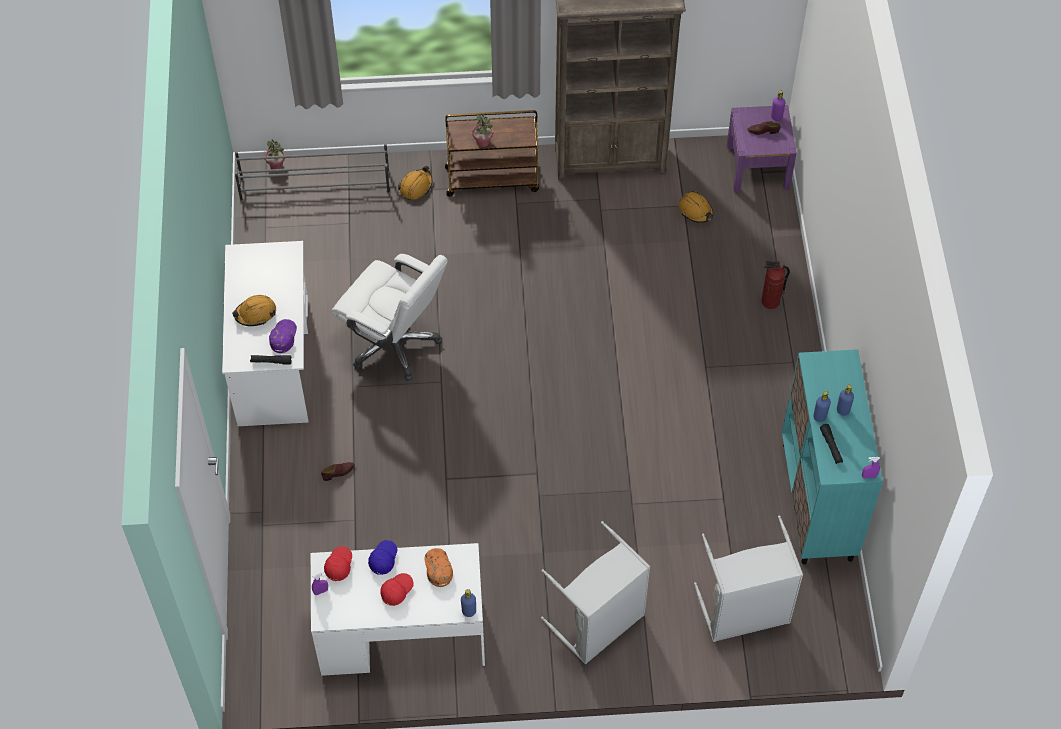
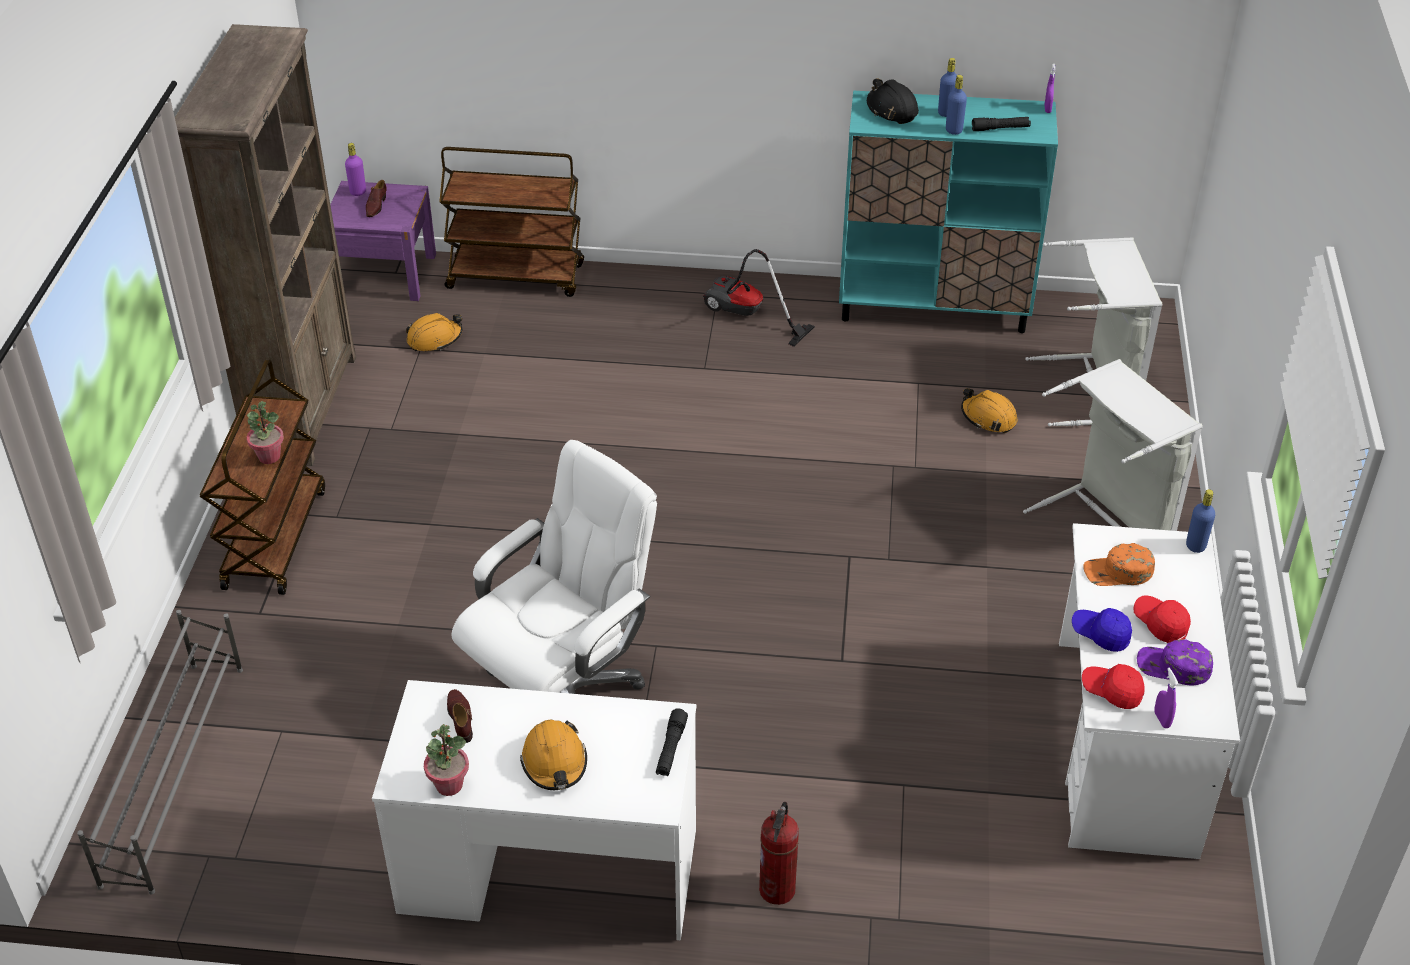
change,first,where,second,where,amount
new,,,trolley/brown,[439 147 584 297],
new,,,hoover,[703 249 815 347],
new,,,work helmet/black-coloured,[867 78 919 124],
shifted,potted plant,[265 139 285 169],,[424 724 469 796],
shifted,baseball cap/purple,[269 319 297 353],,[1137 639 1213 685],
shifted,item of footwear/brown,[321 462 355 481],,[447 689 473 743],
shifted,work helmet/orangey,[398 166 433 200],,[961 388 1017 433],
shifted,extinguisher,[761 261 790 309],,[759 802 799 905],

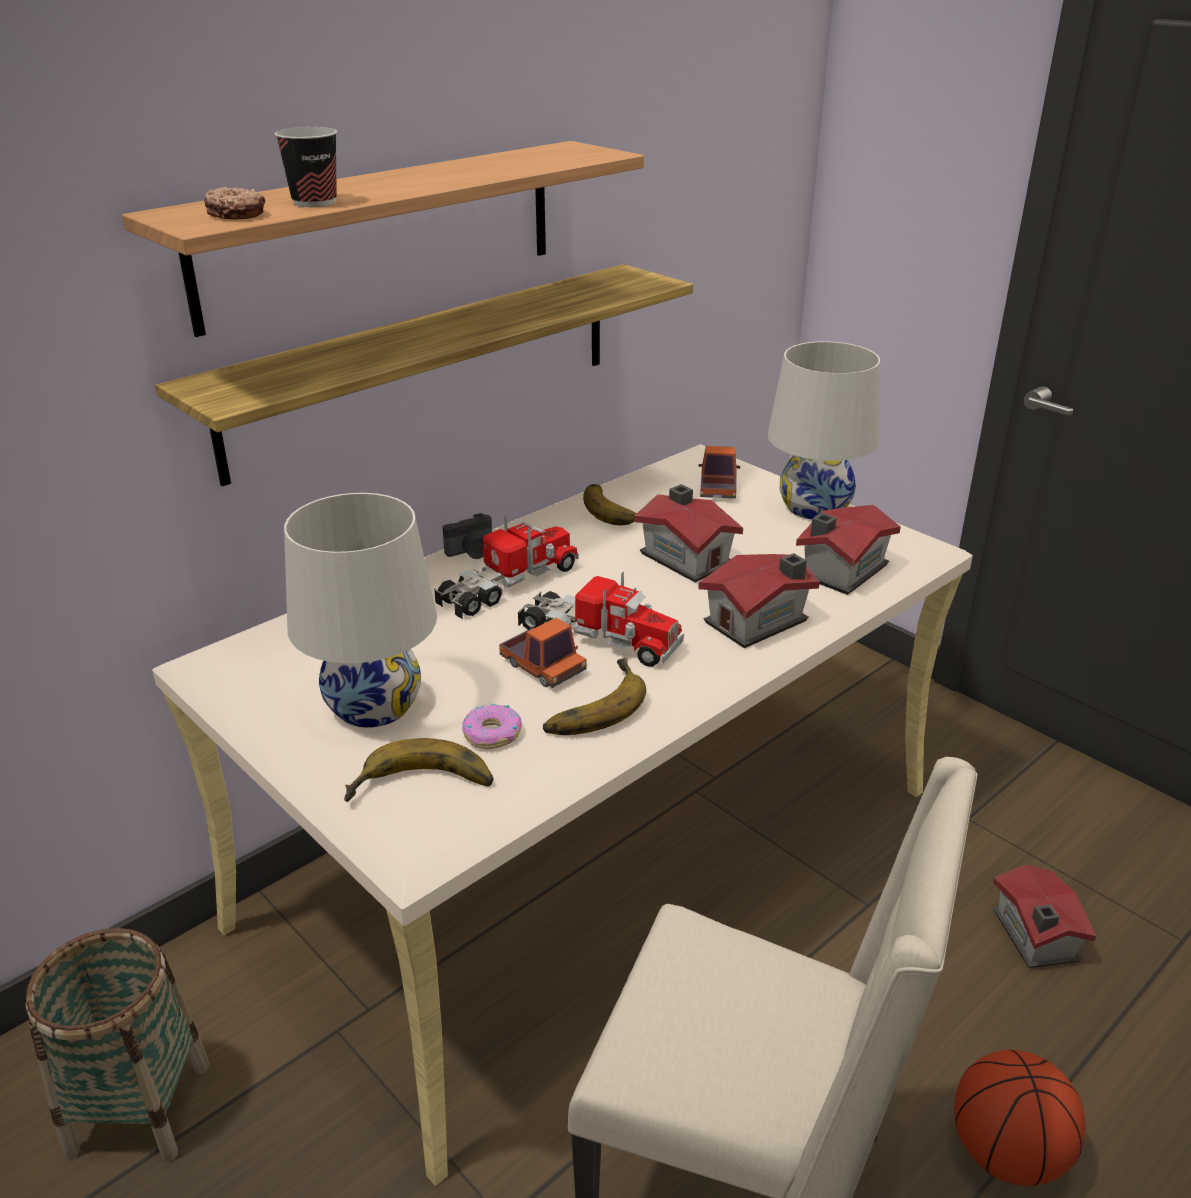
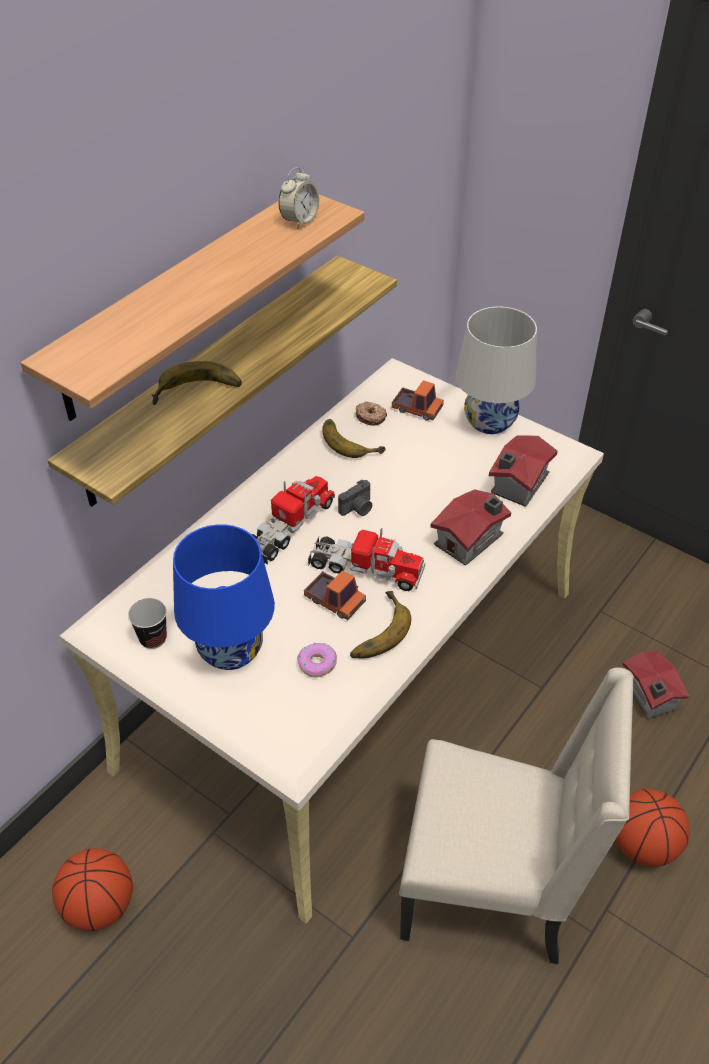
change,first,where,second,where,amount
gone,model house,[634 484 743 582],,,
new,,,alarm clock,[279 167 319 229],
shifted,ring doughnut,[204 187 265 219],,[356 402 387 426],
shifted,drinking cup,[275 127 337 207],,[128 598 167 649],
shifted,whole banana,[344 738 494 802],,[152 361 242 405],
shifted,photo camera,[442 513 492 559],,[338 480 372 516],
swapped,storage basket,[26 928 210 1162],basketball ball,[52 848 133 931],
repainted,table lamp/whitish,[284 493 437 728],table lamp/blue,[173 524 275 670],
rotated,model truck,[698 446 740 499],,[392 381 444 421],120 degrees clockwise

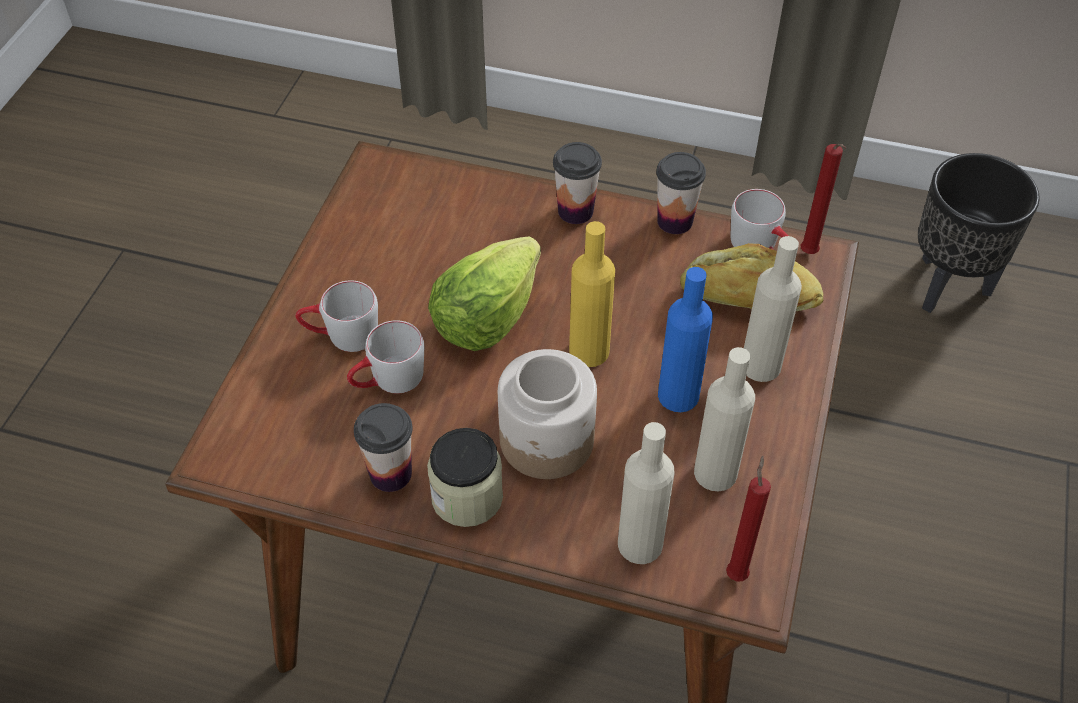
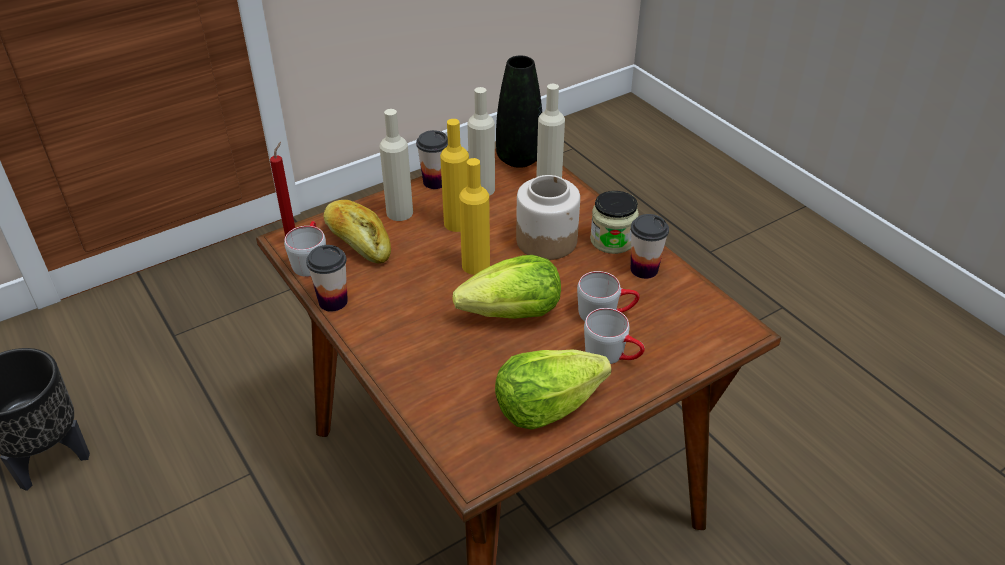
change,first,where,second,where,amount
new,,,lettuce,[495 350 611 430],
shifted,drinking cup,[553 142 602 224],,[416 130 448 189],
swapped,wax light/red-coloured,[726 455 771 582],vase/black-coloured,[496 55 542 168],
repainted,bottle/blue,[658 267 713 412],bottle/yellow-coloured,[440 119 469 232],

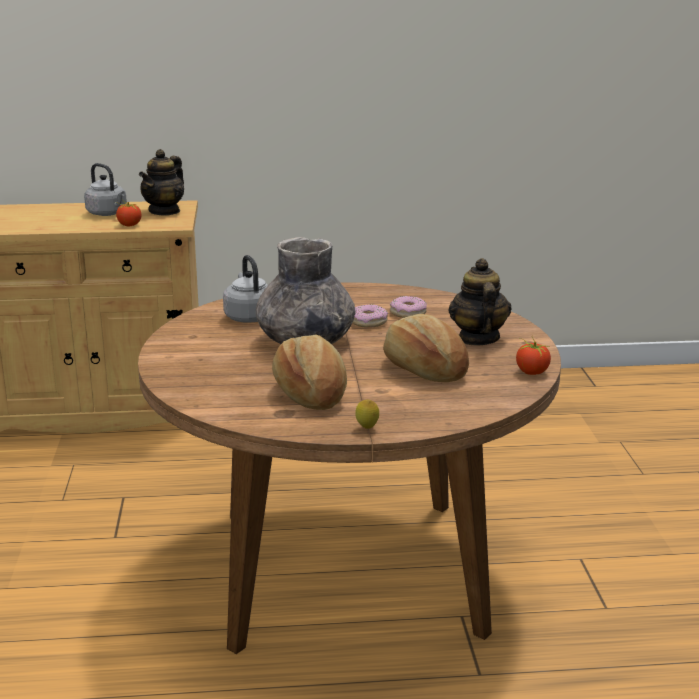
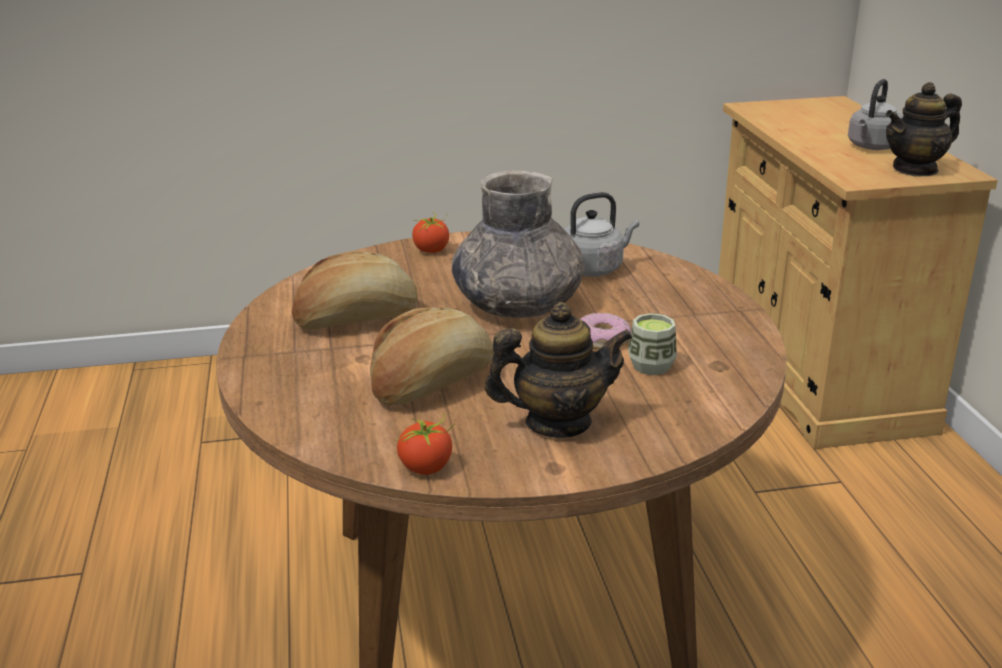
change,first,where,second,where,amount
gone,whole lemon,[355 400 379 429],,,
shifted,whole tomato,[115 202 141 226],,[412 212 449 253],
swapped,ring doughnut,[390 296 427 318],drinking cup,[628 313 677 375],
rotated,tea pot,[139 149 184 216],,[885 82 962 177],45 degrees counterclockwise

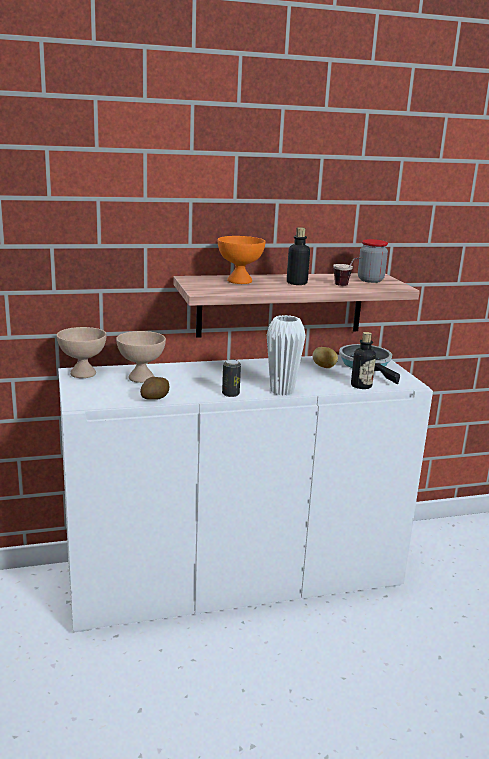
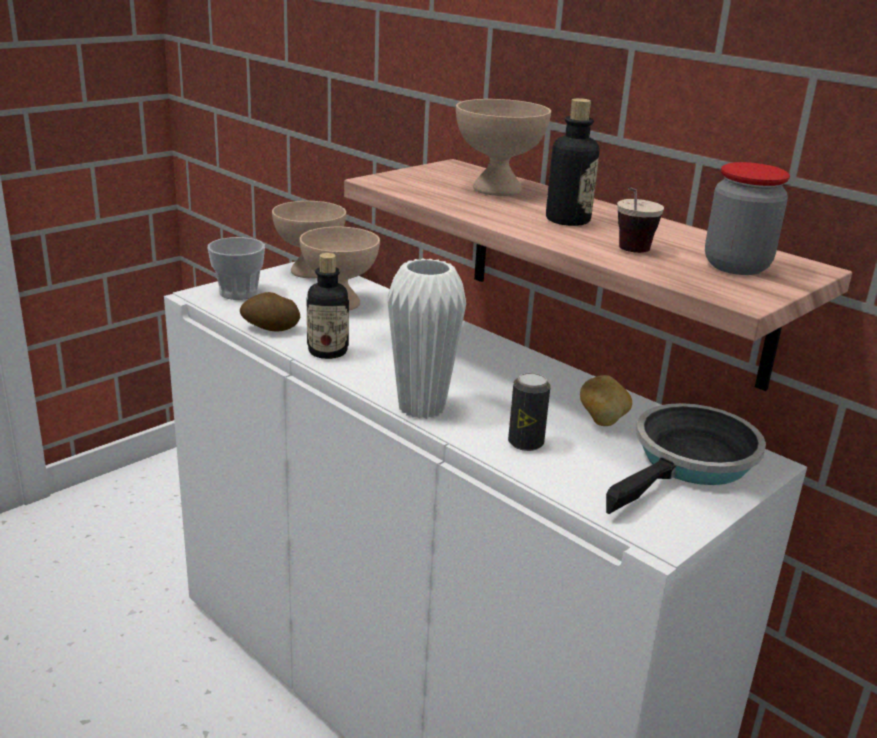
change,first,where,second,where,amount
new,,,drinking cup,[208 237 265 300],
shifted,sealed can,[222 359 241 397],,[508 373 551 451],
shifted,bottle,[351 332 376 389],,[307 253 349 359],
repainted,bowl/orangey,[218 236 266 284],bowl/sand-coloured,[456 99 551 196],

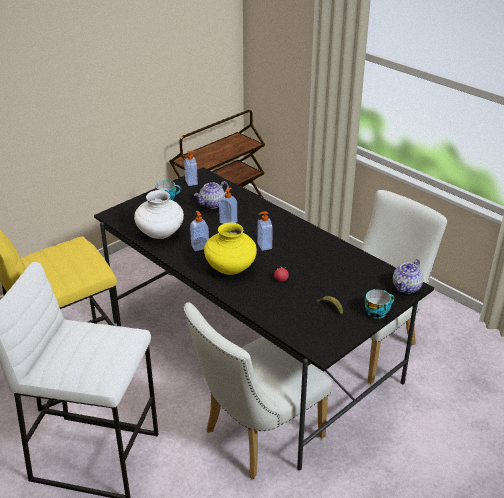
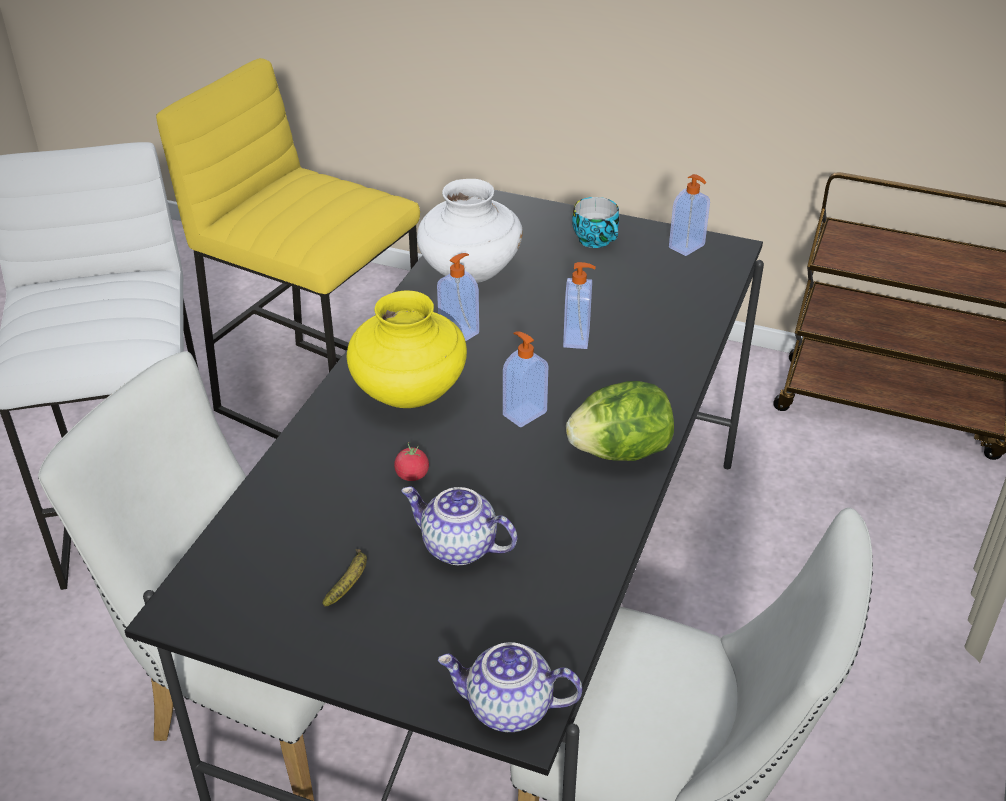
change,first,where,second,where,amount
gone,drinking cup,[364 289 394 319],,,
new,,,lettuce,[566 381 674 461],
shifted,tea pot,[194 181 229 208],,[401 487 517 565],

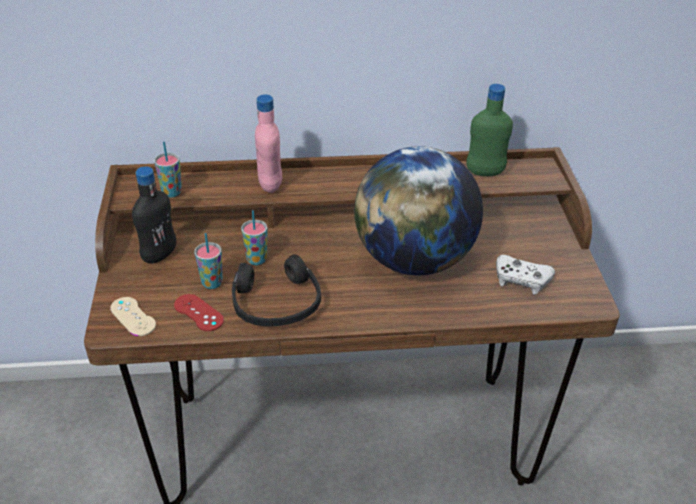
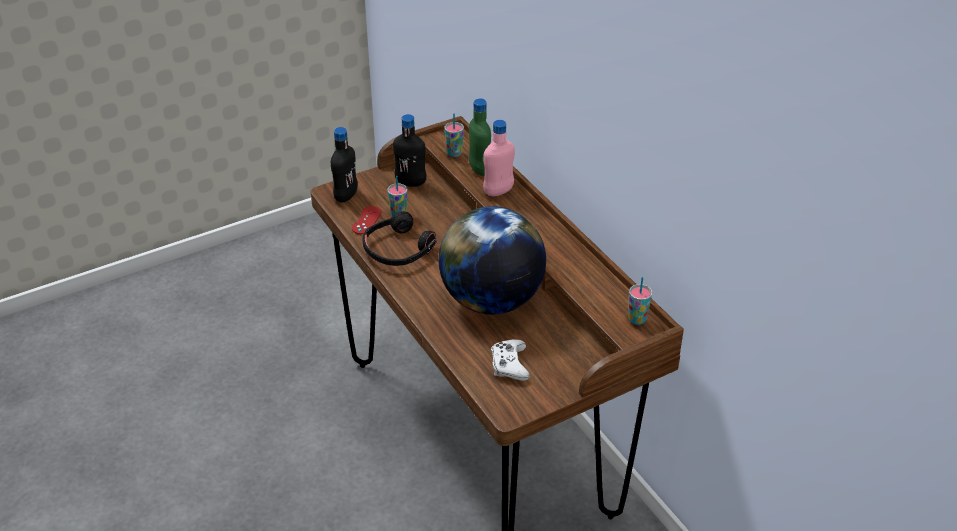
change,first,where,second,where,amount
shifted,drinking cup,[241 210 267 265],,[628 277 652 325],
shifted,bottle/green,[466 84 513 176],,[469 99 491 176],
swapped,joypad/sand-coloured,[110 297 156 336],bottle/black-coloured,[331 127 358 203],

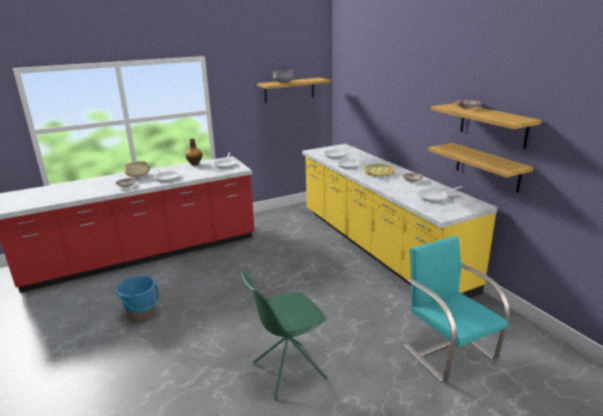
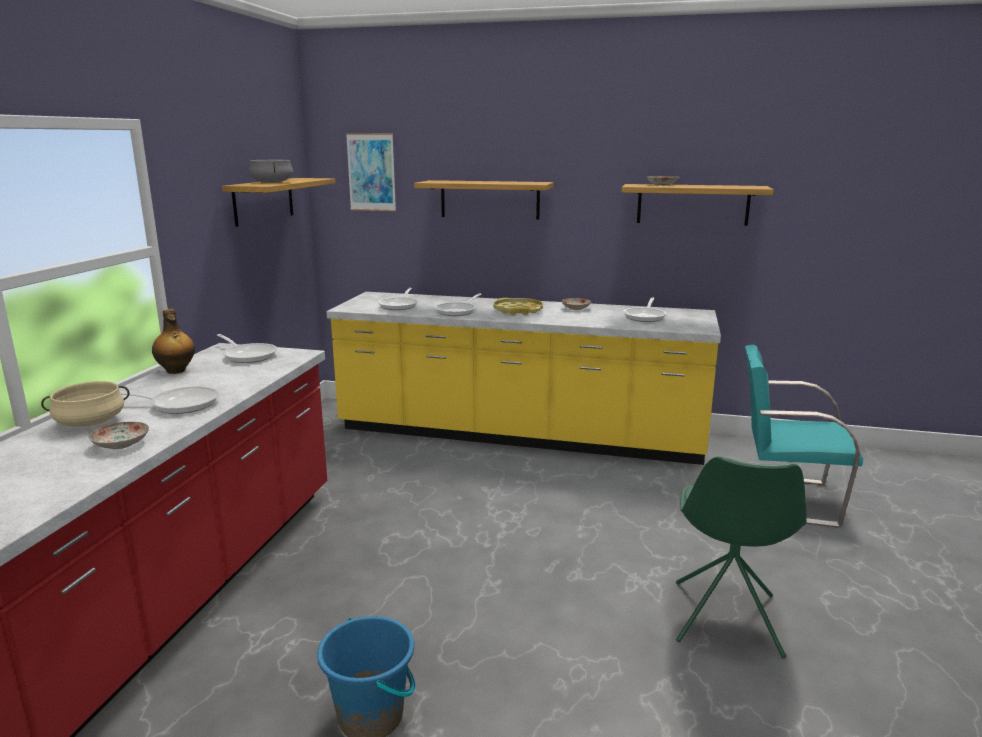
change,first,where,second,where,amount
new,,,wall picture,[346 133 396 211],
shifted,wall shelf,[428 143 534 193],,[414 180 554 220],

